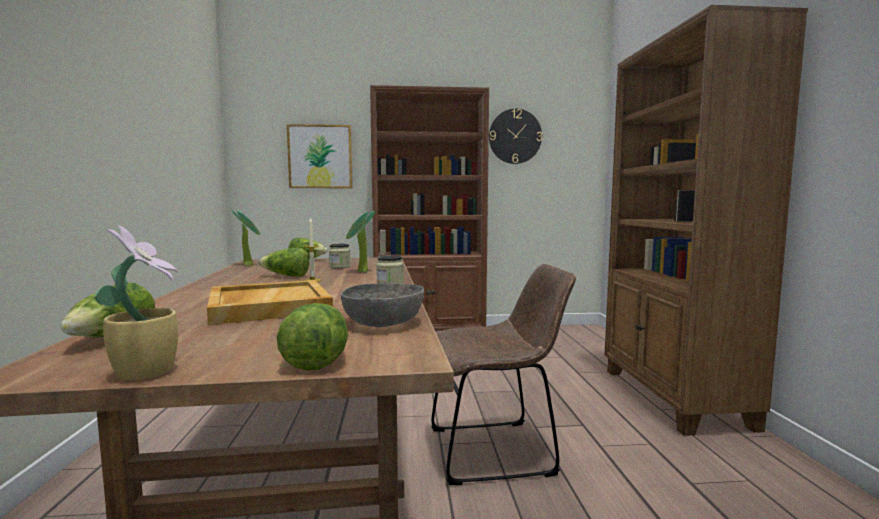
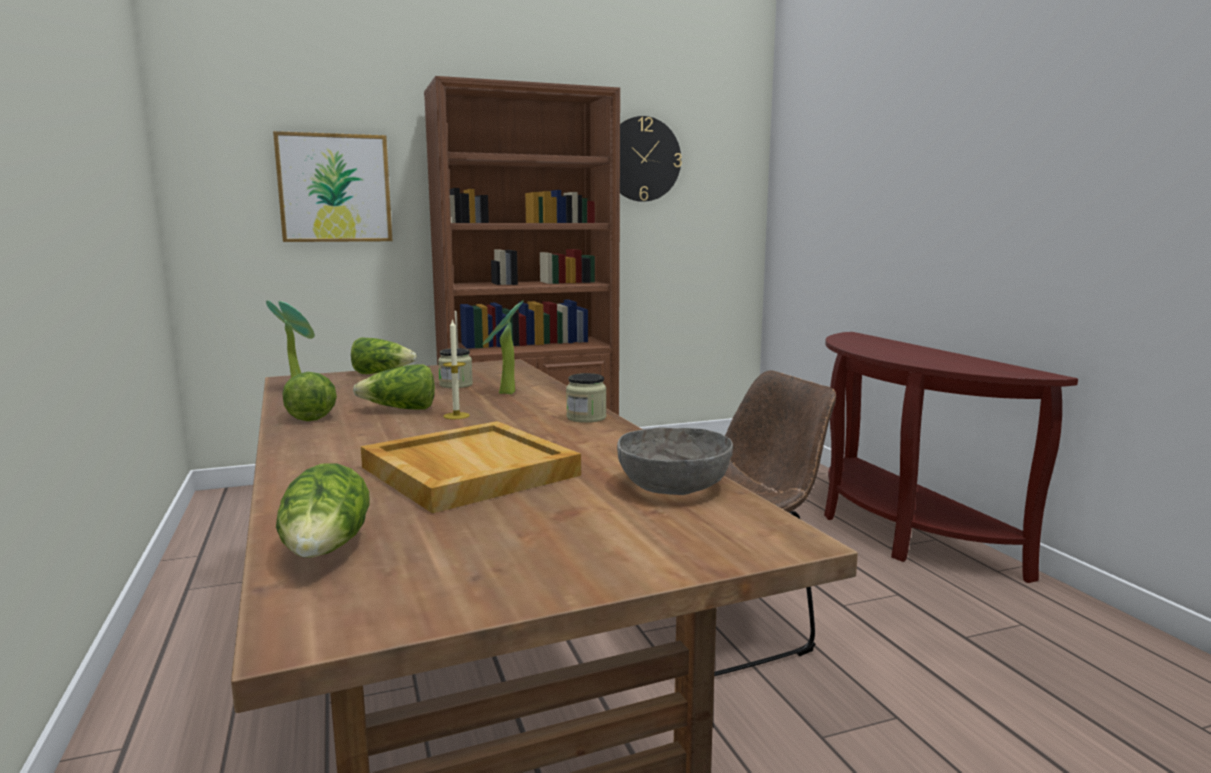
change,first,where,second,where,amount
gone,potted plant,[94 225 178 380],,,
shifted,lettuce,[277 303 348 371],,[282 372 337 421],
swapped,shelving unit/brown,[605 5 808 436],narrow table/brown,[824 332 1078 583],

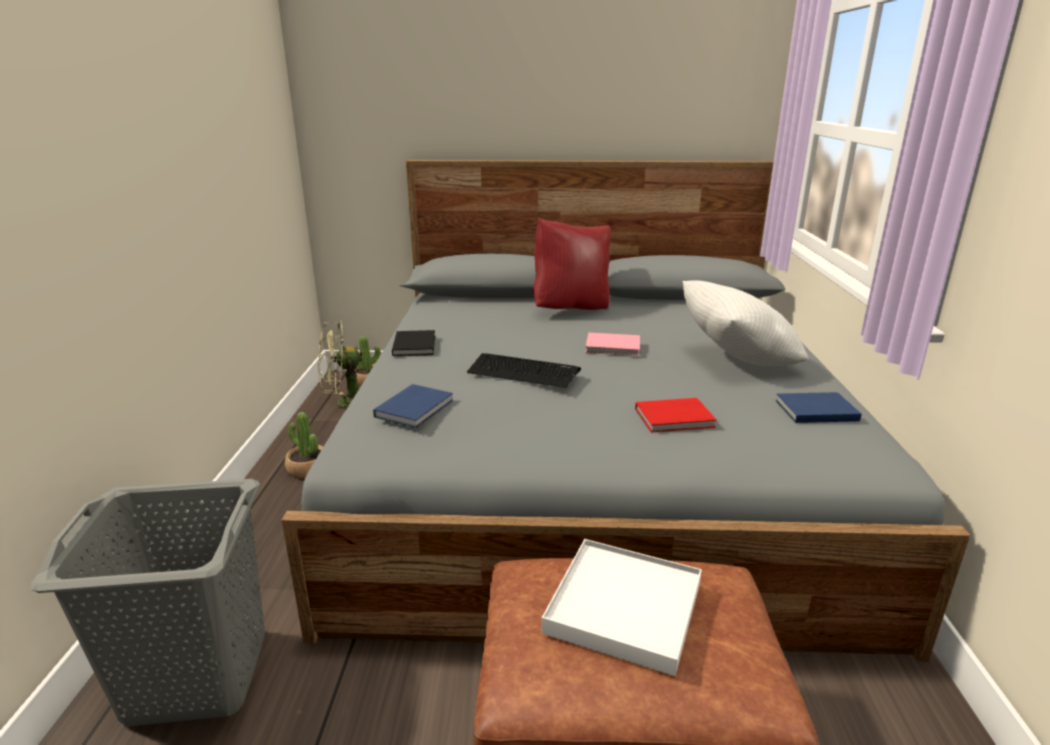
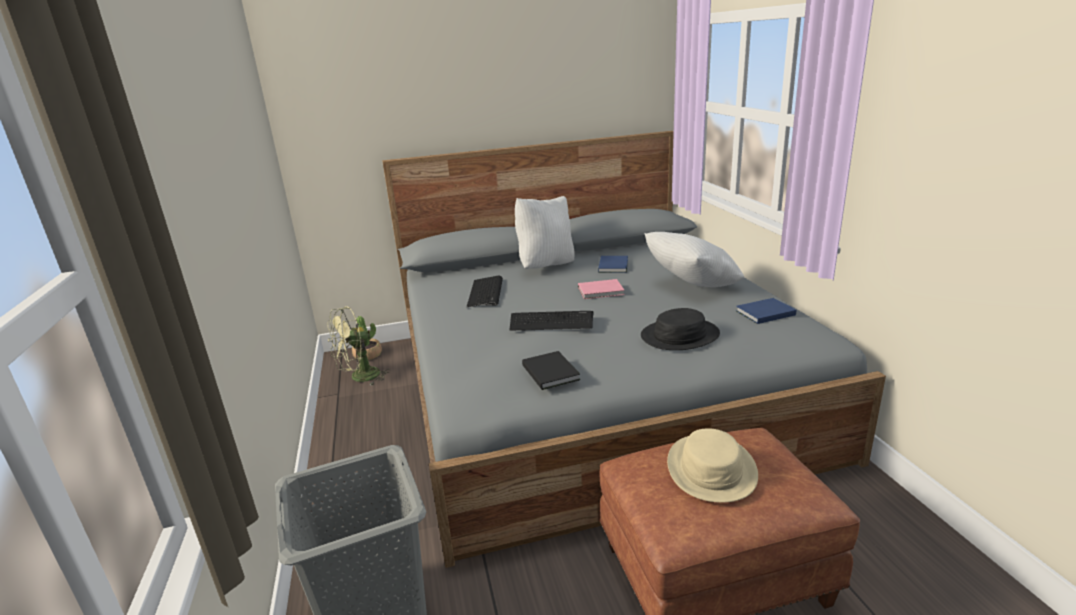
change,first,where,second,where,amount
gone,potted plant,[285 412 323 478],,,
new,,,keyboard,[467 276 503 307],
shifted,bound book/blue,[373 384 453 428],,[598 256 628 273],
shifted,bound book/black-coloured,[392 330 435 356],,[522 351 580 390],
swapped,serving tray/whitish,[542 539 702 676],hat/sand-coloured,[667 428 758 503],
swapped,bound book/red-coloured,[635 398 717 433],hat/black-coloured,[641 308 720 350],
repainted,throw pillow/red-coloured,[533 218 611 310],throw pillow/whitish,[515 196 574 269],

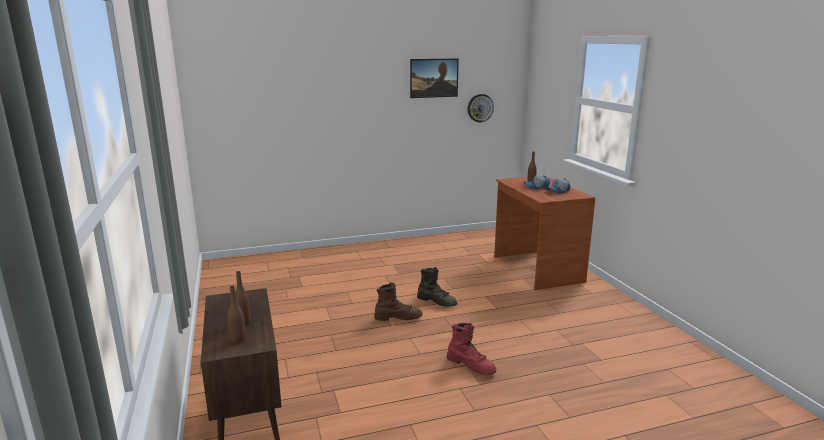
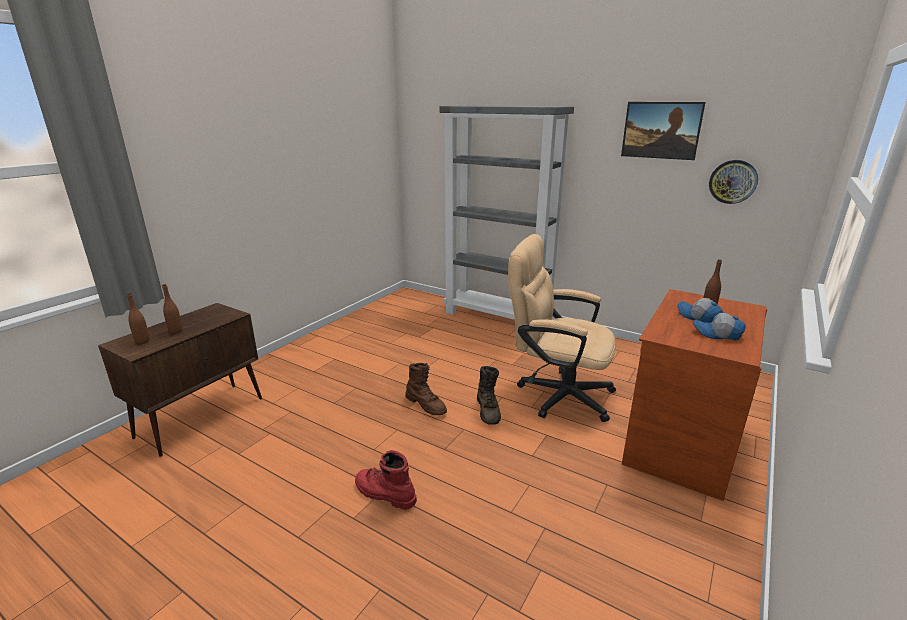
change,first,where,second,where,amount
new,,,shelving unit/gray,[440 105 574 320],
new,,,desk chair/sand-coloured,[508 234 616 422],
rotated,boot/red-coloured,[447 323 496 375],,[355 450 417 510],120 degrees clockwise

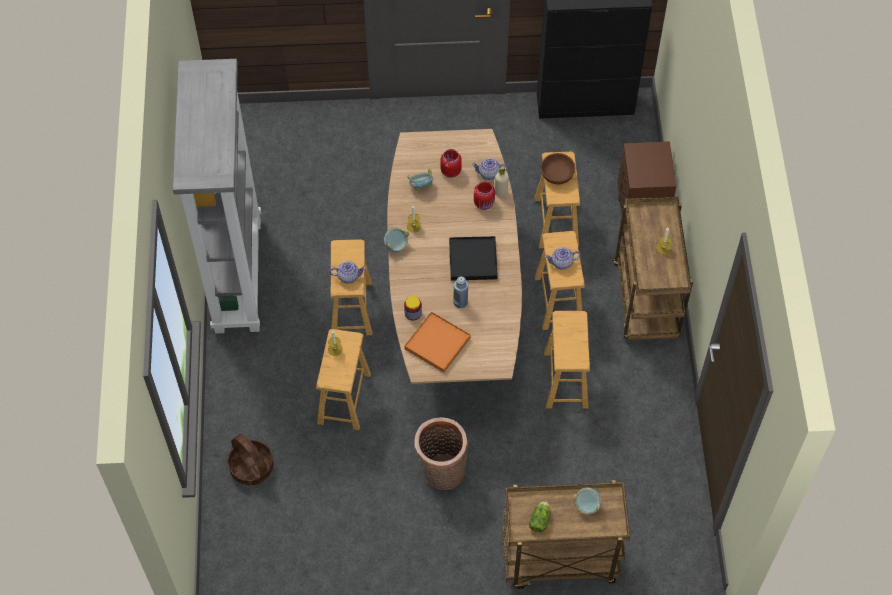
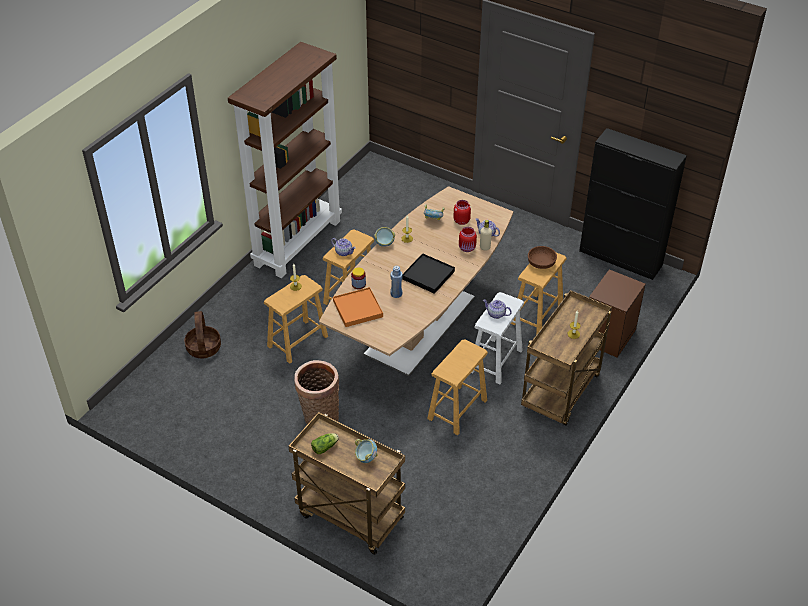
change,first,where,second,where,amount
repainted,shelving unit/gray,[173 59 261 334],shelving unit/brown,[228 42 342 278],
repainted,stool seat/brown,[534 231 585 330],stool seat/whitish,[471 292 524 384],

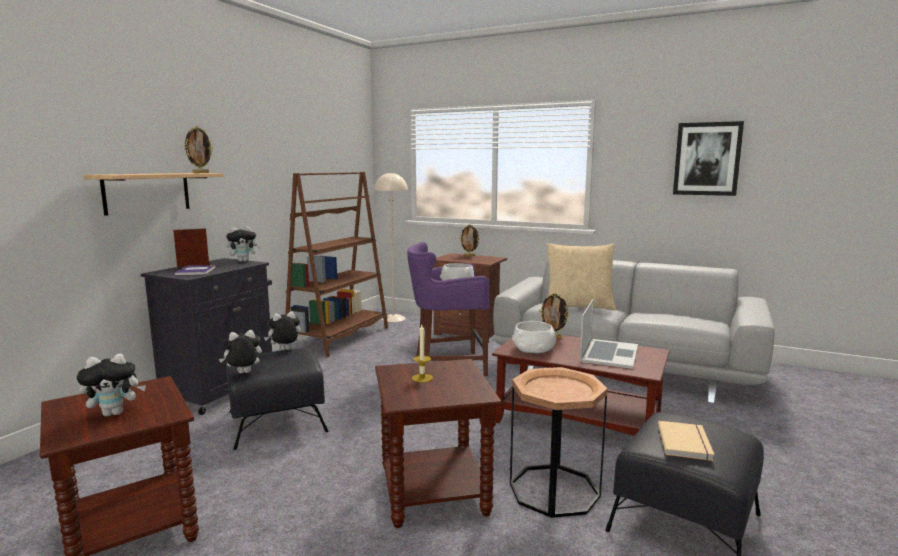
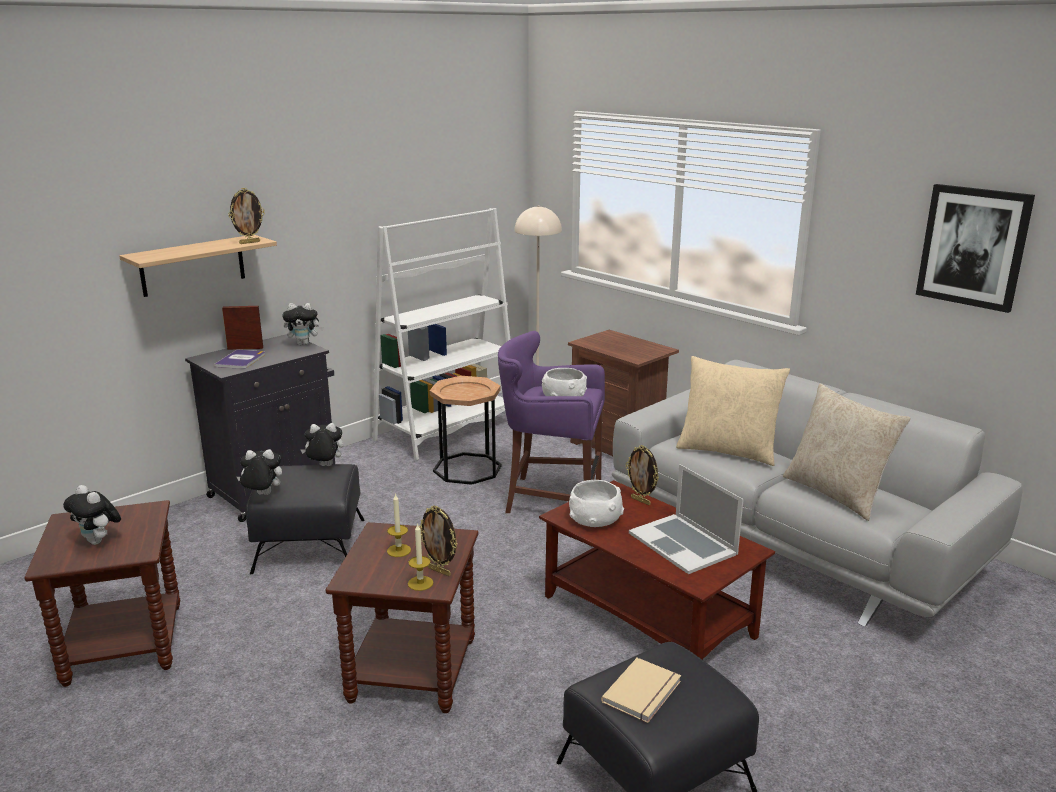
change,first,where,second,where,amount
new,,,wax light,[408 523 433 591],
new,,,throw pillow/sand-coloured,[783 384 911 521],
shifted,photo frame,[459 224 480 256],,[419 505 457 576],
shifted,side table/brown,[510 367 608 518],,[430 376 502 485],
repainted,shelving unit/brown,[285 172 388 357],shelving unit/whitish,[372 208 510 460],
rotated,soft toy,[77 354 146 416],,[63 485 121 545],45 degrees clockwise
rotated,portable computer,[580 299 638 369],,[629 464 744 574],105 degrees clockwise

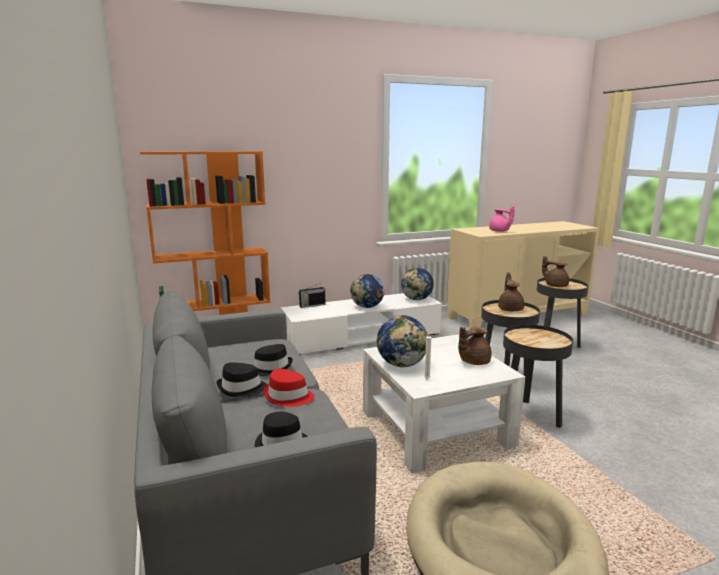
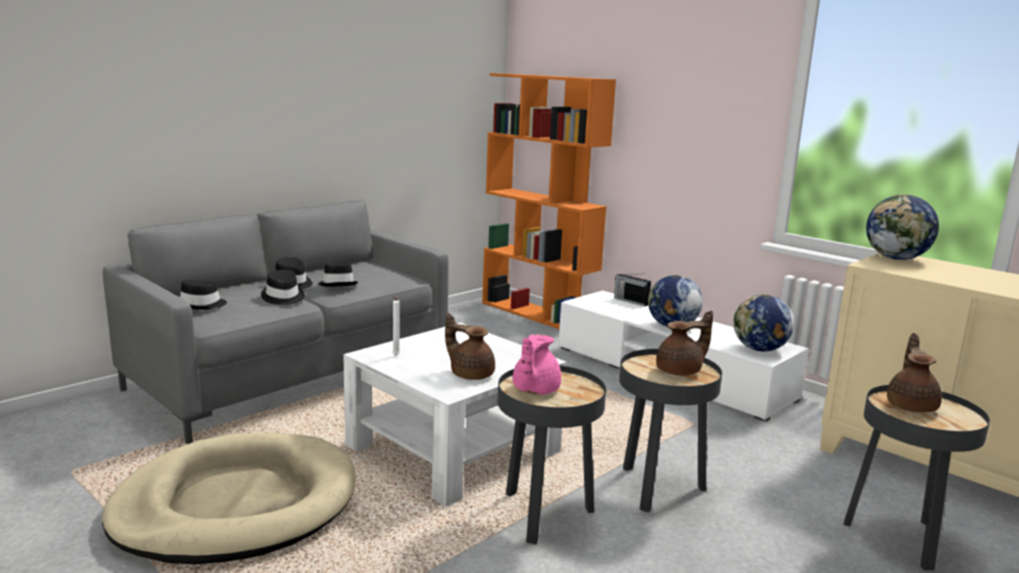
change,first,where,second,where,amount
shifted,globe,[377 315 428 367],,[866 194 939 260],
shifted,tea pot/pink-coloured,[489 206 515 232],,[513 334 561 394],
repainted,hat/red-coloured,[263 369 315 407],hat/black-coloured,[261 270 305 305],

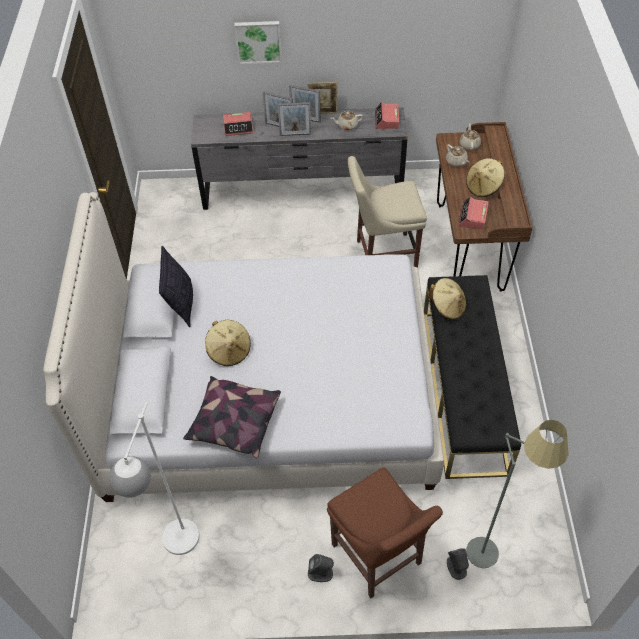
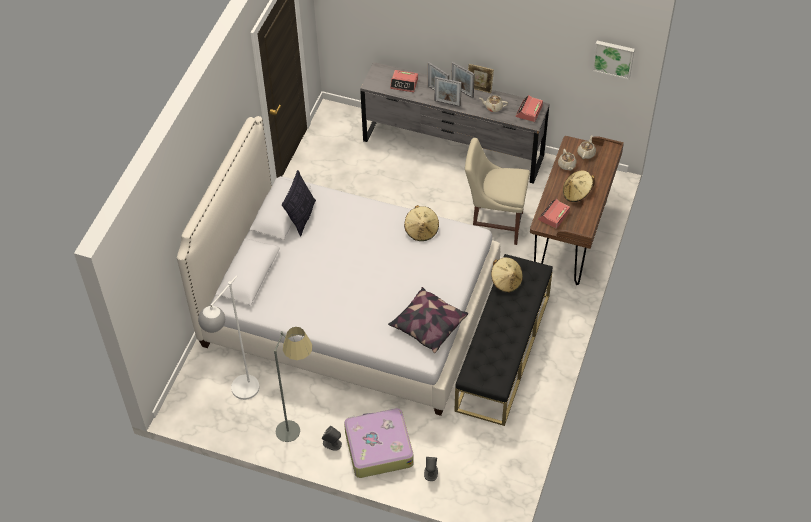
change,first,where,second,where,amount
shifted,throw pillow,[183 376 281 458],,[388 287 468 353],
shifted,hat/sand-coloured,[205 320 251 366],,[404 205 439 241],
shifted,wall picture,[234 21 282 64],,[592 41 635 80],
shifted,standard lamp/gray,[466 420 569 568],,[274 327 312 442],
swapped,upright chair/brown,[327 467 443 598],travel case,[344 407 414 478],

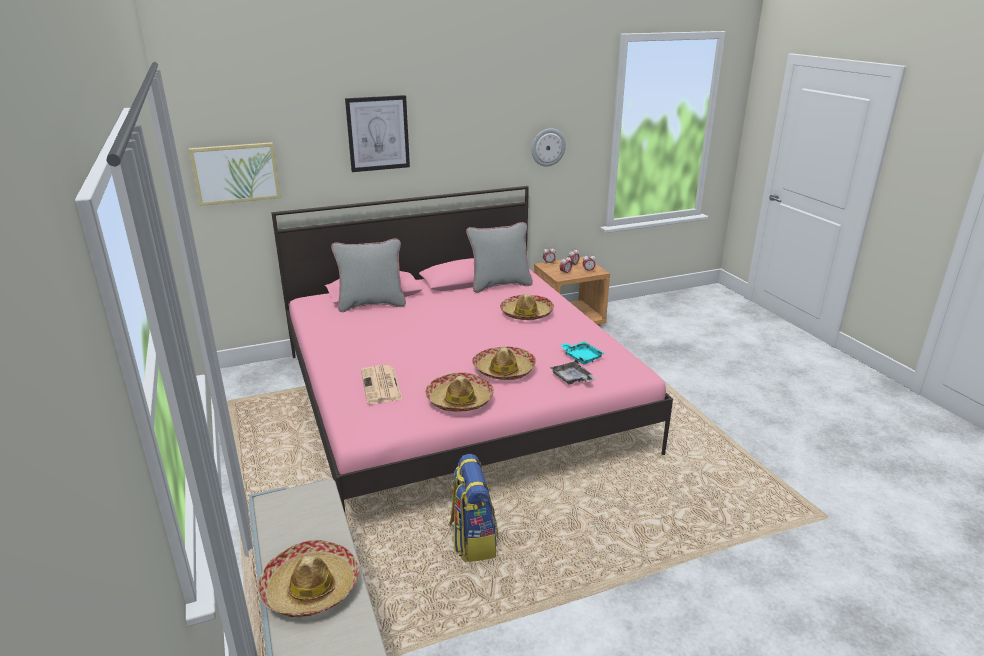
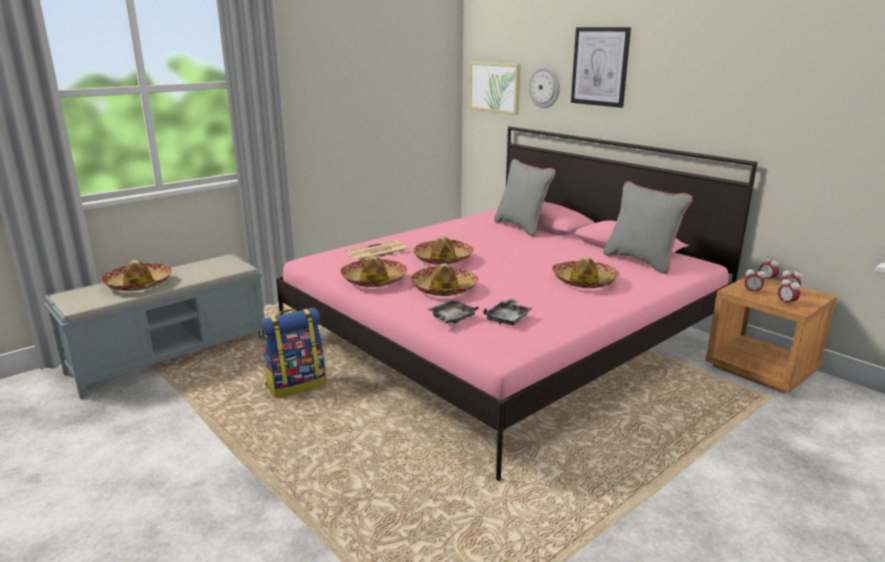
change,first,where,second,where,amount
new,,,hat,[413 236 473 265],
shifted,hanging clock,[531 128 566 167],,[528 67 560 108],
repainted,serving tray/blue-green,[560 341 605 365],serving tray/gray,[483 299 533 325],

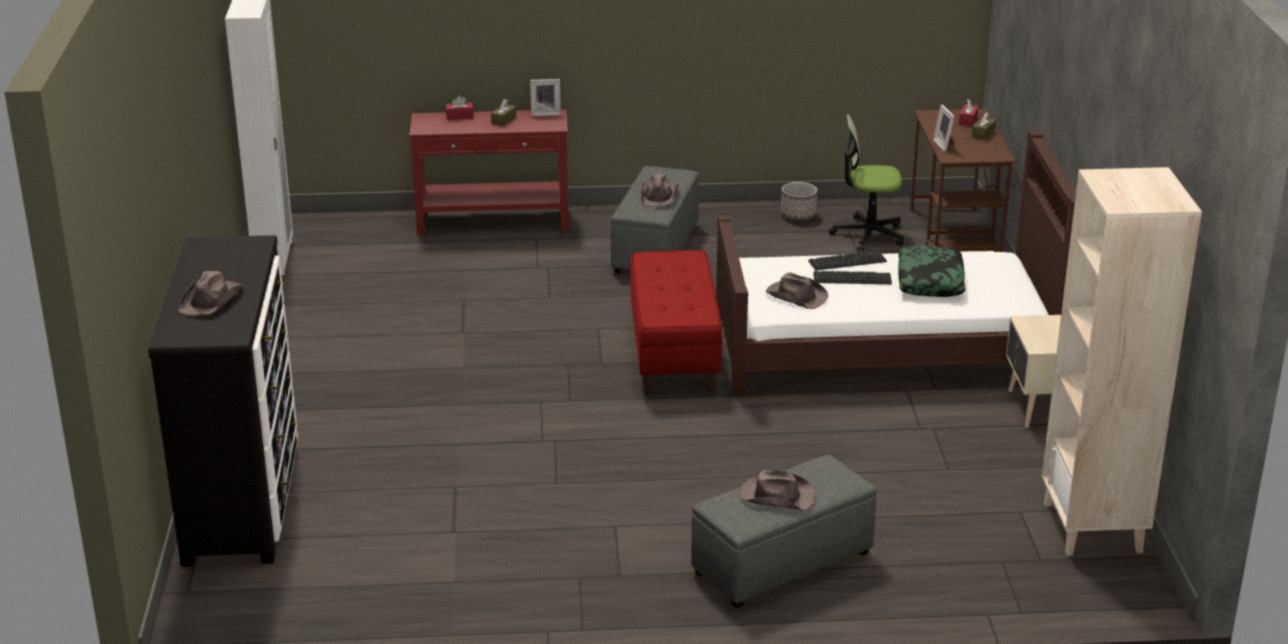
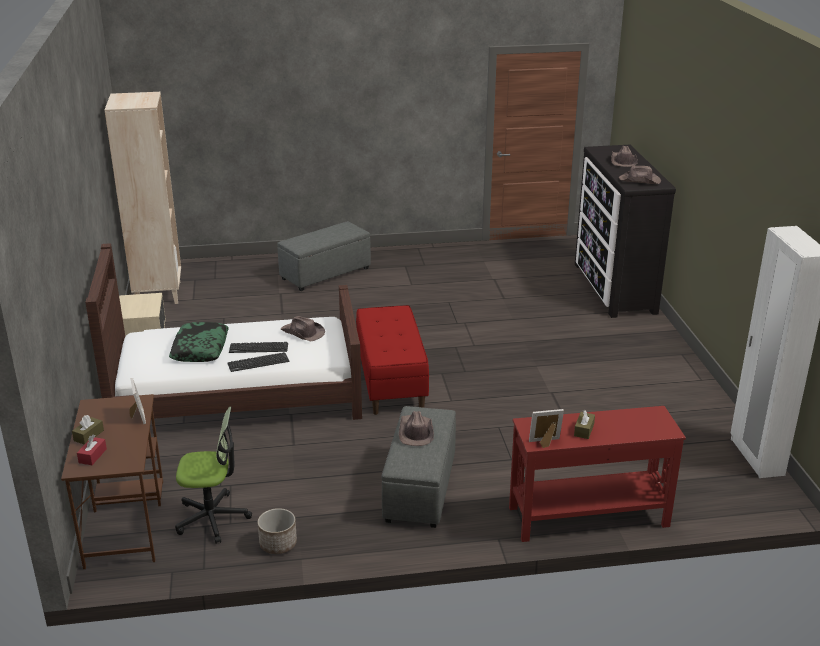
change,first,where,second,where,amount
gone,tissue box/red-coloured,[446 96 474 120],,,
shifted,hat/brown,[739 470 815 511],,[619 166 661 184],

